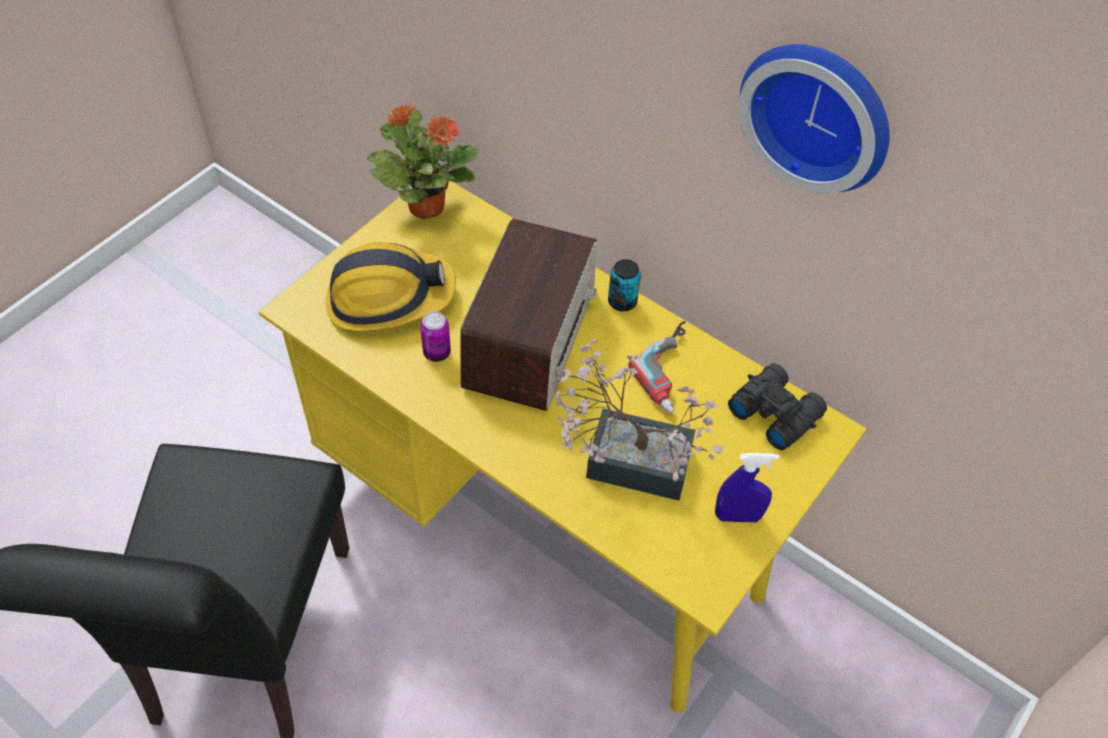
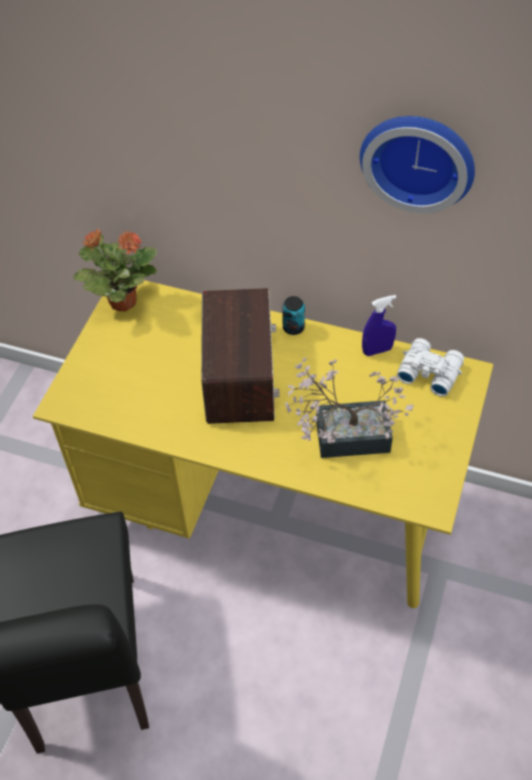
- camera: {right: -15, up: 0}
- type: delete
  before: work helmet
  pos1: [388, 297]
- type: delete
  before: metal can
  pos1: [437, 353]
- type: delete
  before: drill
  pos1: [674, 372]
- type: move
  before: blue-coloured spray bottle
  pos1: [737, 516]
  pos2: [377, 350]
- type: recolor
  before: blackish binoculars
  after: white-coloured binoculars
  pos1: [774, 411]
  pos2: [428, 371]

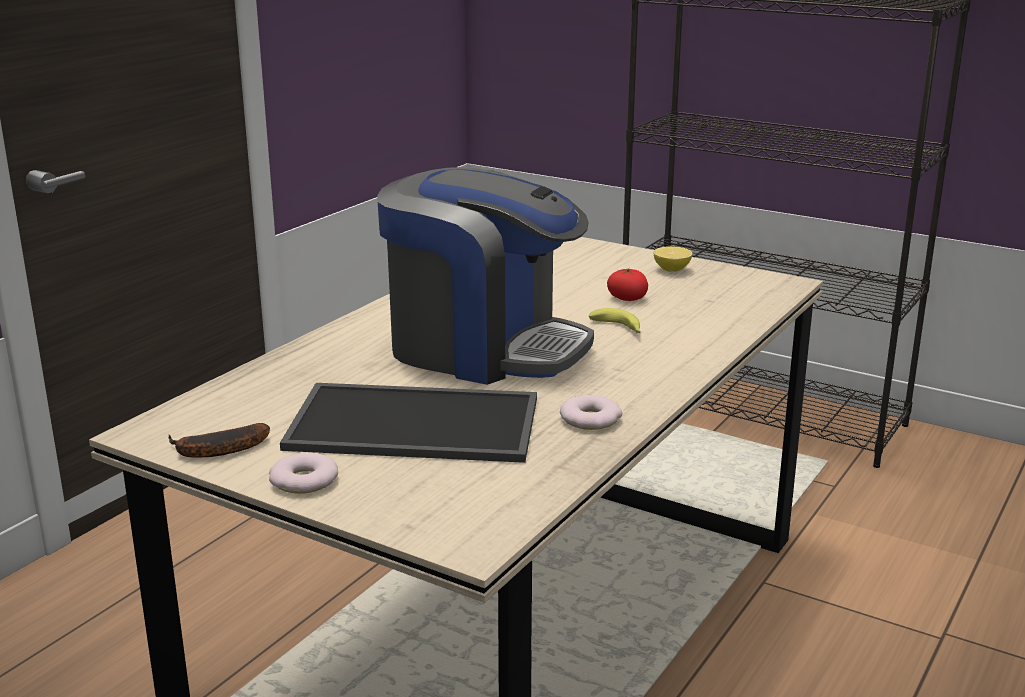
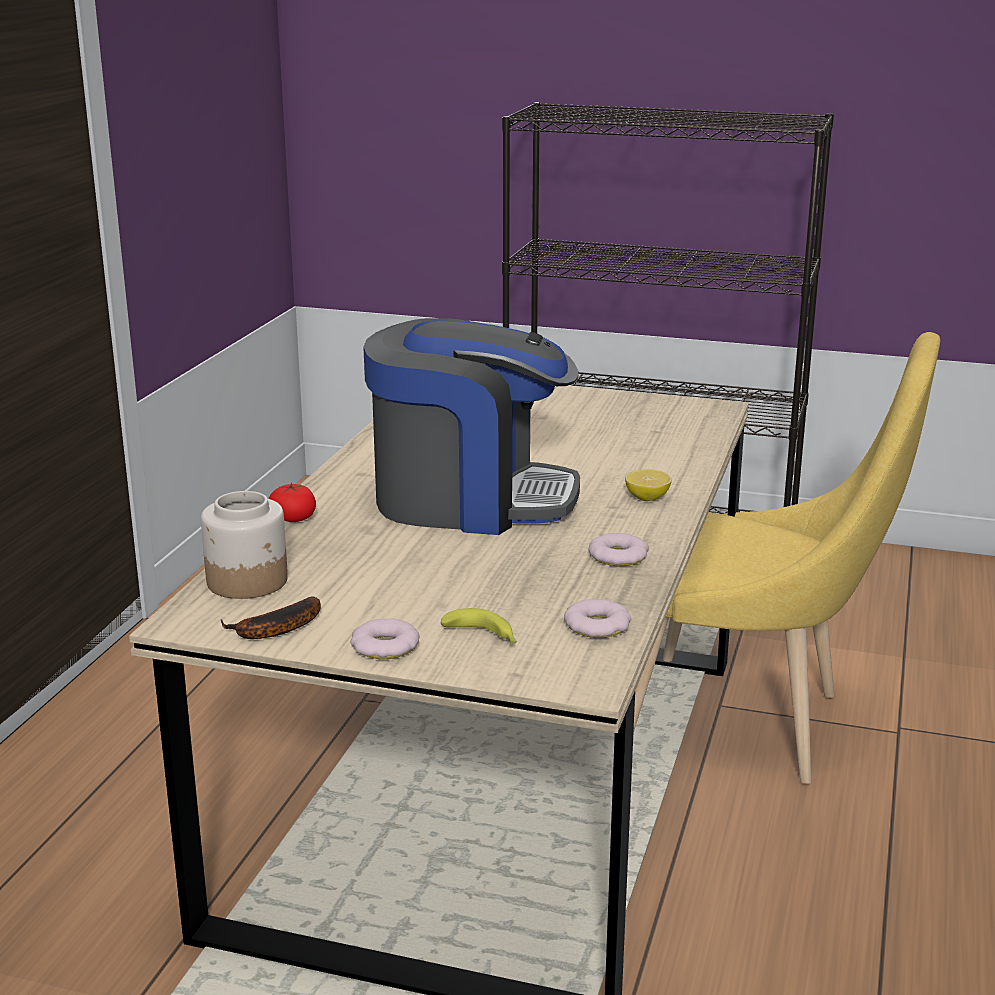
- camera: {right: -15, up: 0}
- type: delete
  before: serving tray
  pos1: [417, 422]
- type: insert
  after: storage jar
  pos2: [248, 581]
- type: insert
  after: donut
  pos2: [597, 625]
- type: insert
  after: yellow-coloured plain chair
  pos2: [748, 725]
- type: move
  before: whole banana
  pos1: [619, 329]
  pos2: [484, 636]
- type: move
  before: fresh tomato
  pos1: [627, 298]
  pos2: [293, 518]
- type: move
  before: whole lemon
  pos1: [672, 270]
  pos2: [647, 498]

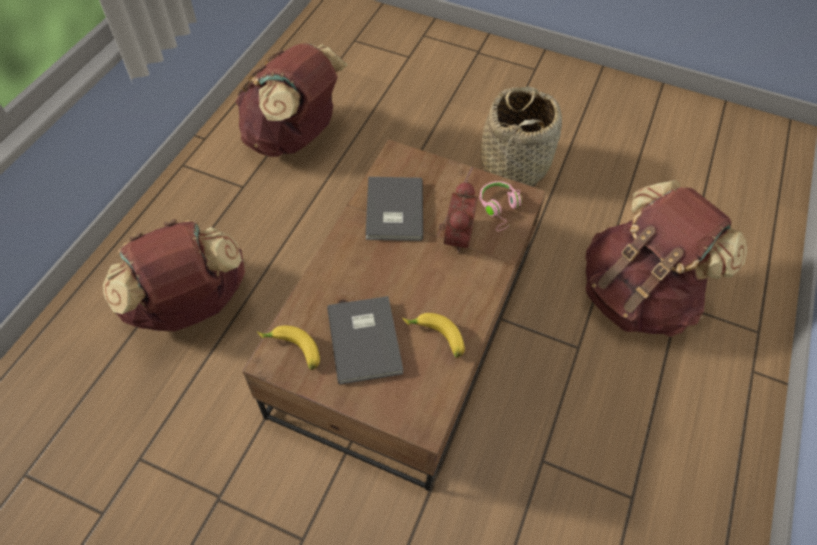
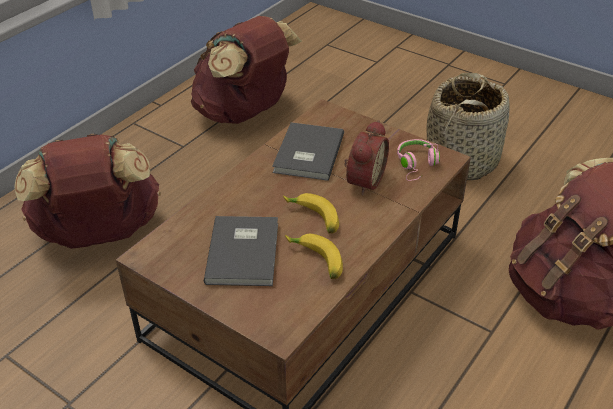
- camera: {right: 15, up: -15}
- type: move
  before: whole banana
  pos1: [291, 351]
  pos2: [312, 219]

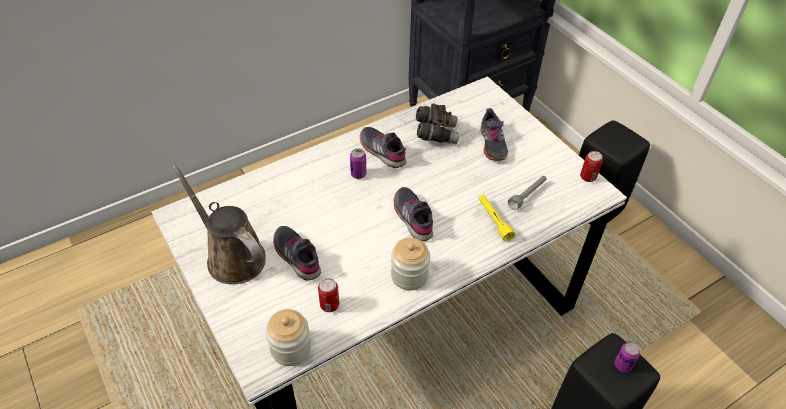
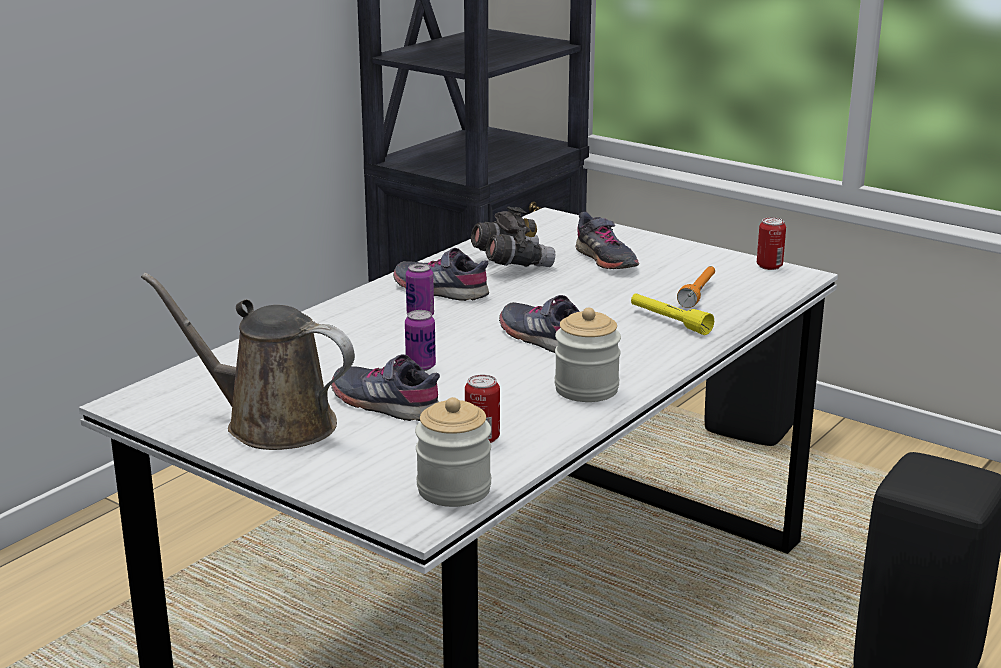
- camera: {right: -20, up: -25}
- type: move
  before: metal can
  pos1: [622, 365]
  pos2: [420, 366]
- type: recolor
  before: gray hand torch
  after: orange hand torch
  pos1: [527, 195]
  pos2: [698, 293]

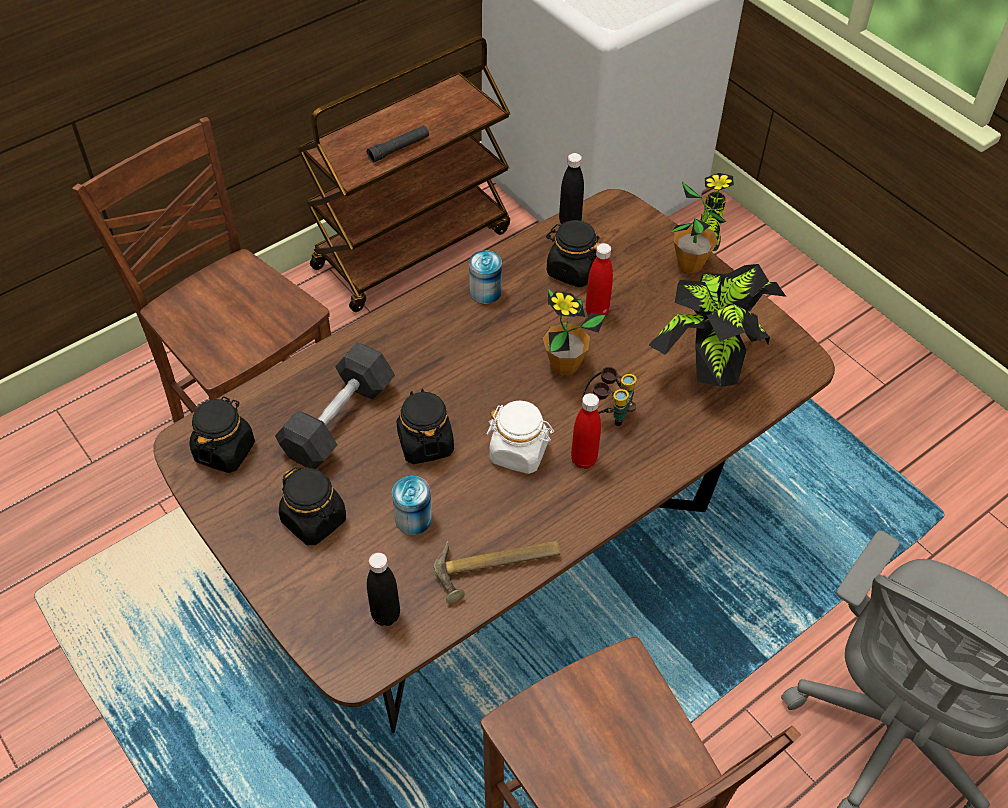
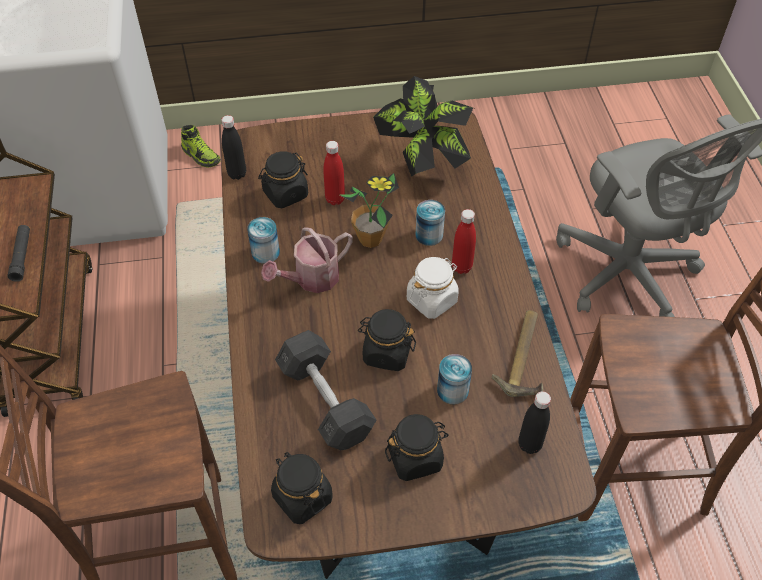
- camera: {right: -60, up: 0}
- type: delete
  before: houseplant
  pos1: [690, 264]
- type: insert
  after: watering pot
  pos2: [311, 279]
- type: replace
  before: binoculars
  after: metal can
  pos1: [608, 412]
  pos2: [429, 235]

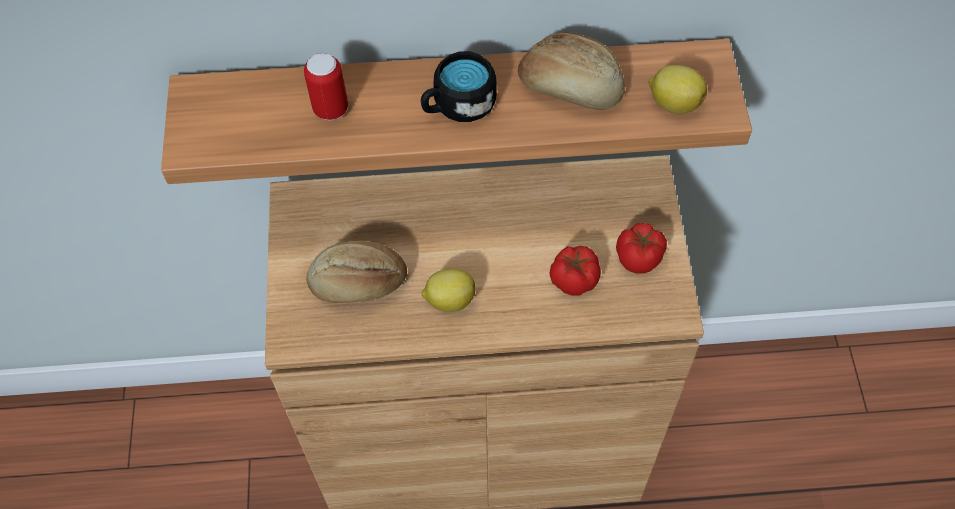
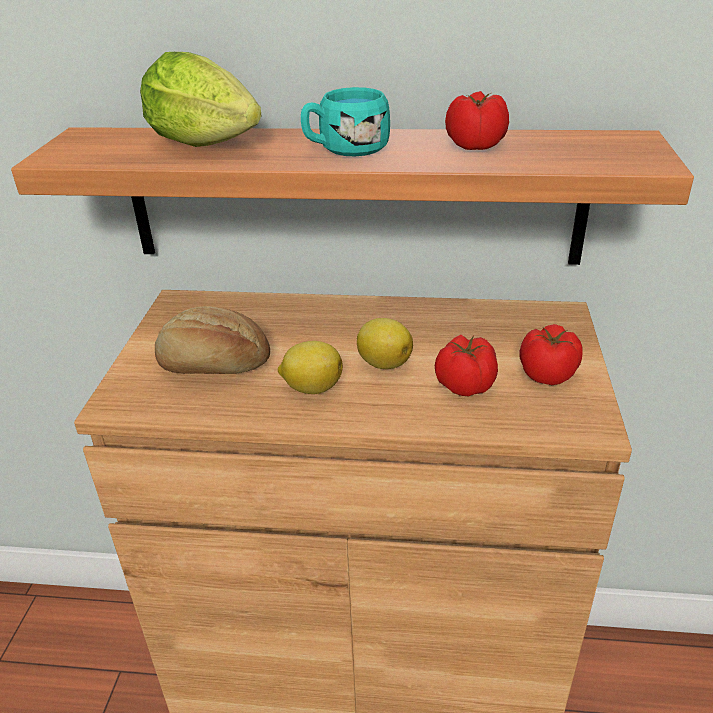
- camera: {right: 10, up: -25}
- type: move
  before: whole lemon
  pos1: [674, 103]
  pos2: [383, 363]
- type: replace
  before: metal can
  after: head of lettuce
  pos1: [331, 109]
  pos2: [210, 146]
- type: replace
  before: baked bread
  after: fresh tomato
  pos1: [570, 88]
  pos2: [474, 145]
- type: recolor
  before: blackish coffee mug
  after: turquoise coffee mug
  pos1: [457, 106]
  pos2: [345, 149]

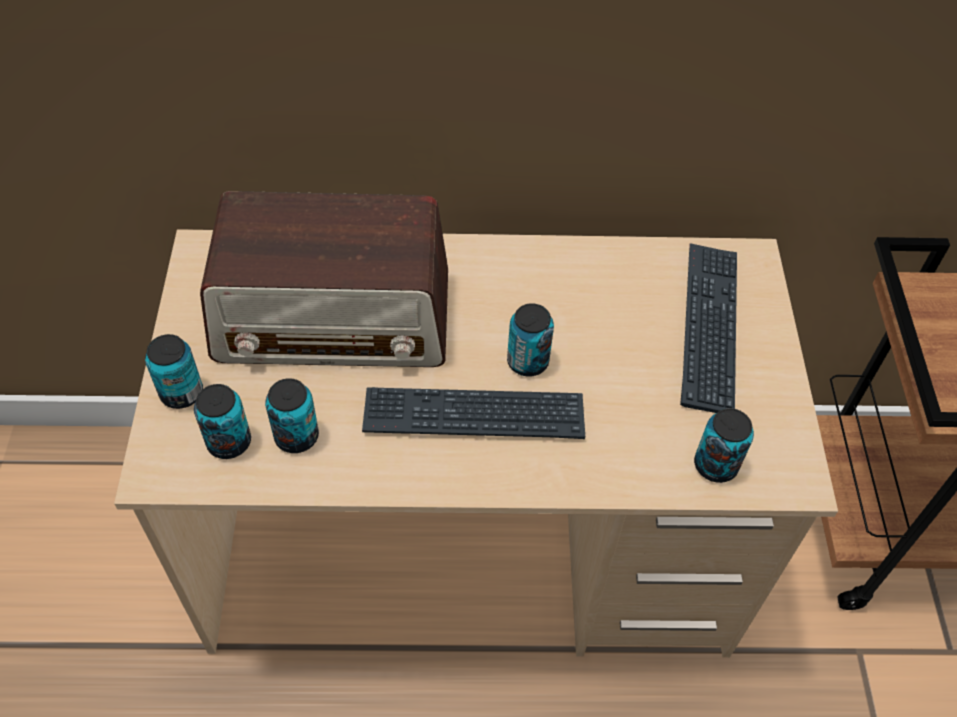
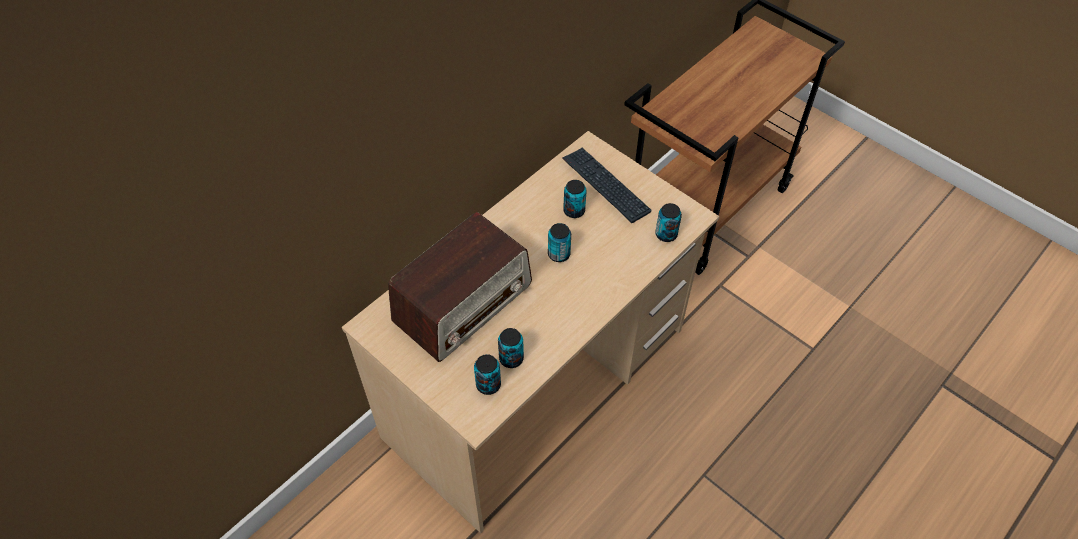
- camera: {right: -45, up: 0}
- type: delete
  before: keyboard
  pos1: [474, 416]
- type: move
  before: metal can
  pos1: [182, 393]
  pos2: [574, 211]

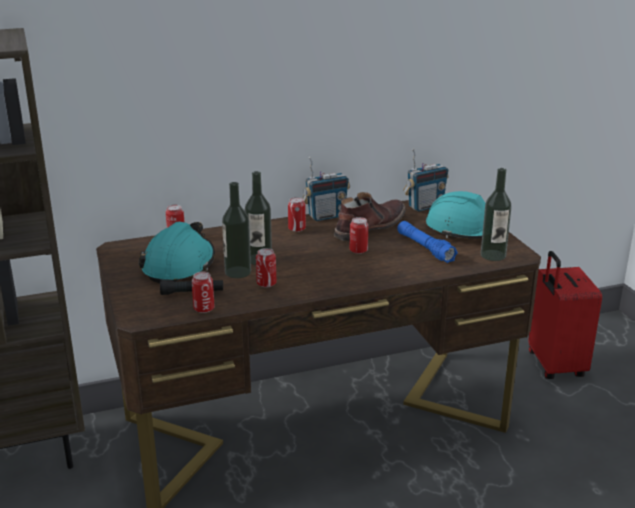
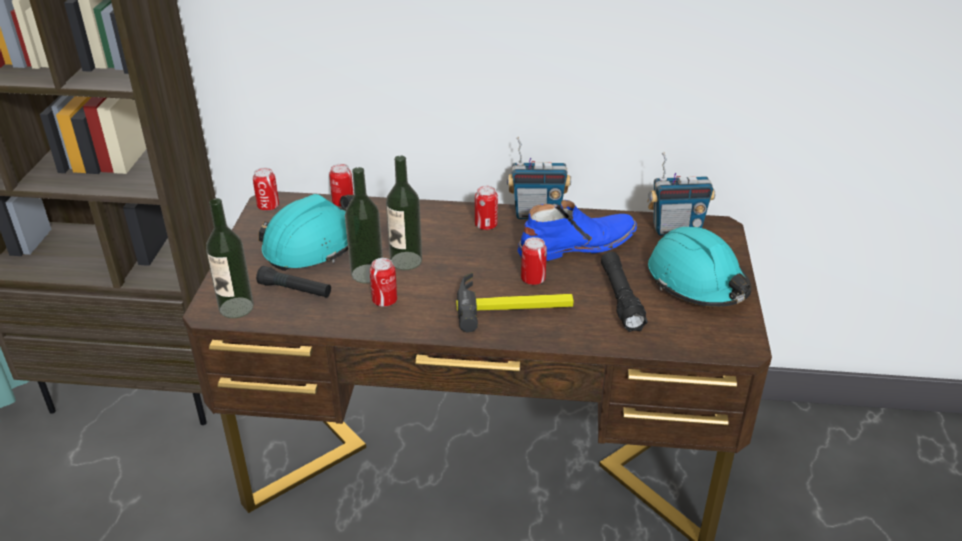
- camera: {right: 25, up: 10}
- type: delete
  before: red-coloured piece of luggage
  pos1: [554, 365]
- type: insert
  after: hammer
  pos2: [514, 306]
- type: move
  before: metal can
  pos1: [204, 309]
  pos2: [268, 206]
- type: move
  before: drink bottle
  pos1: [493, 255]
  pos2: [236, 307]
- type: recolor
  before: brown high-top boot
  after: blue-coloured high-top boot
  pos1: [369, 227]
  pos2: [576, 245]
- type: recolor
  before: blue-coloured hand torch
  after: blackish hand torch
  pos1: [425, 248]
  pos2: [620, 298]

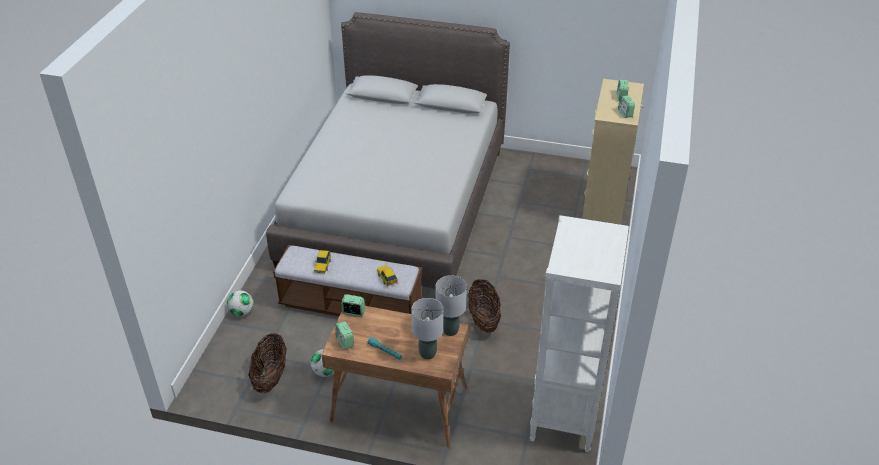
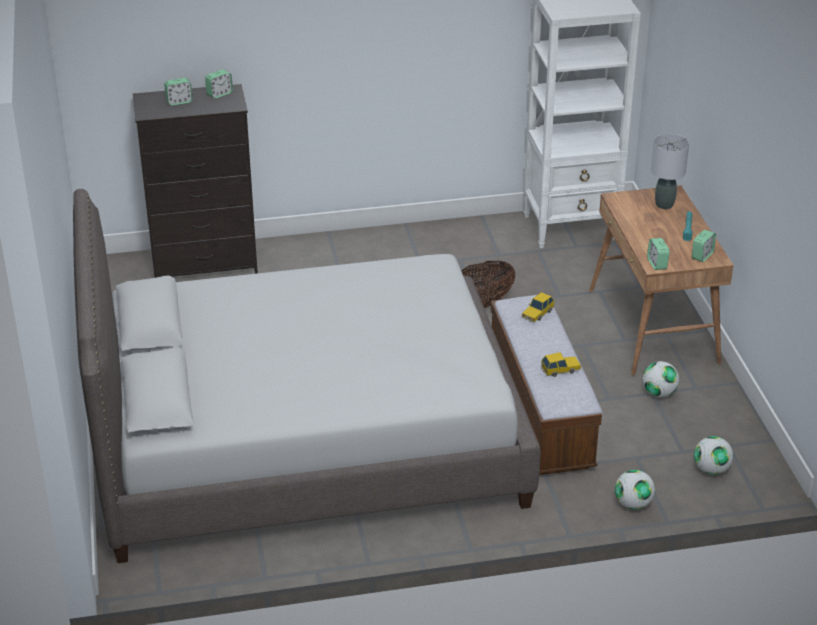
- camera: {right: -115, up: -5}
- type: delete
  before: storage basket
  pos1: [270, 377]
- type: delete
  before: gray table lamp
  pos1: [450, 331]
- type: insert
  after: football
  pos2: [711, 470]
- type: recolor
  before: beige-coloured chest of drawers
  after: blackish chest of drawers
  pos1: [602, 211]
  pos2: [205, 265]

